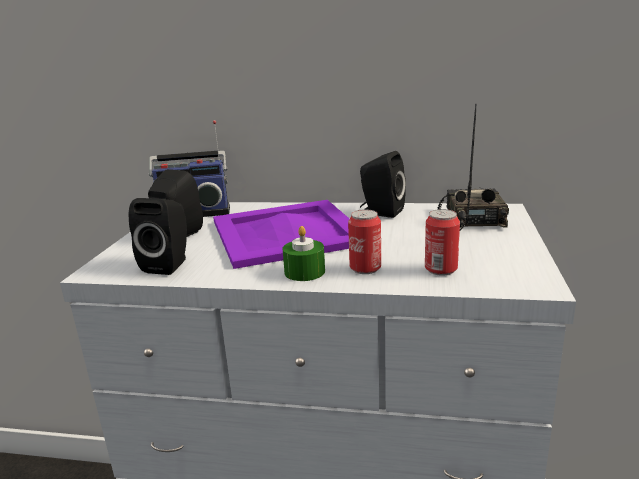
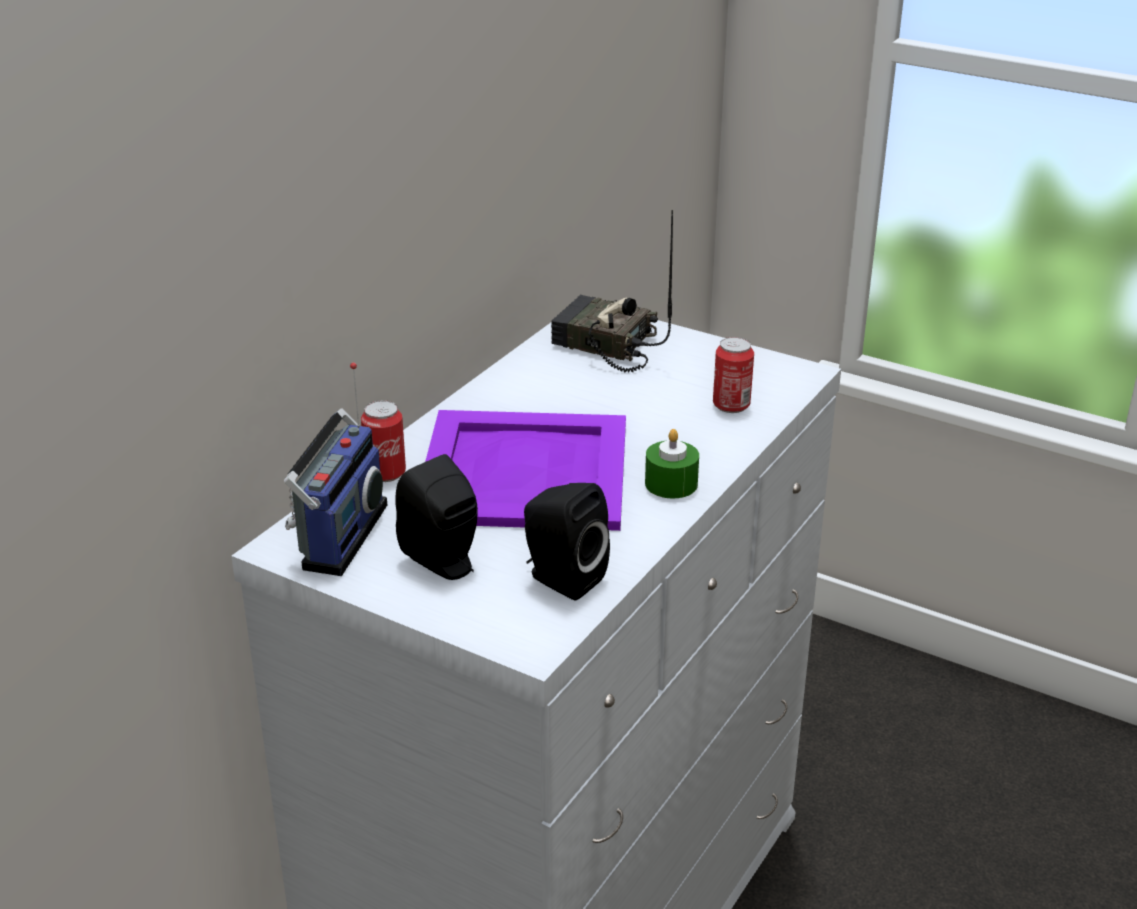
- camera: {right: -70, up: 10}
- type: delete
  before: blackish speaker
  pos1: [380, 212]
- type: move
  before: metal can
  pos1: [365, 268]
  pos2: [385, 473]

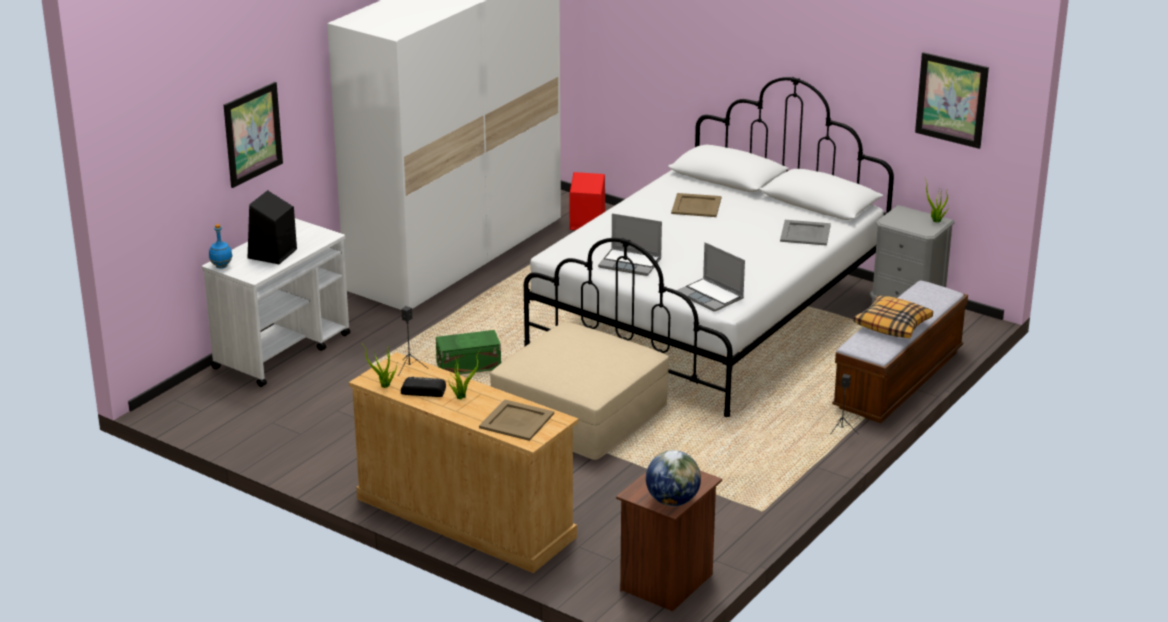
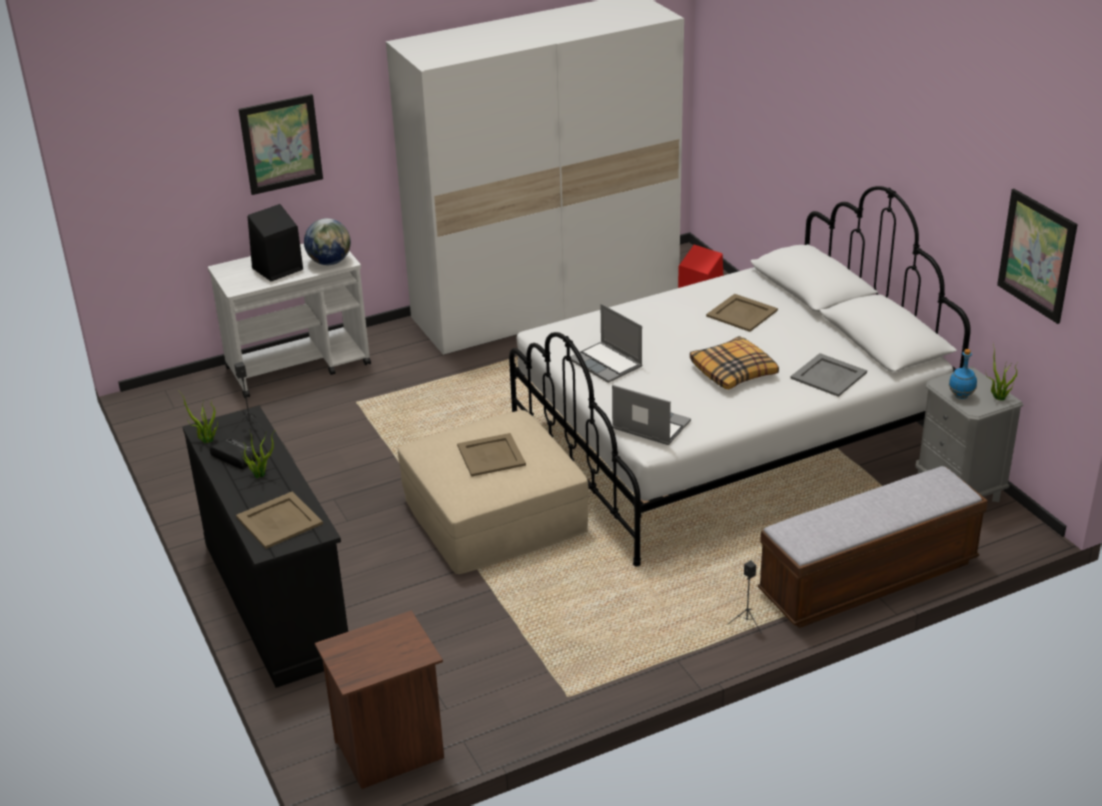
- camera: {right: 30, up: 5}
- type: delete
  before: greenish storage container
  pos1: [467, 366]
- type: insert
  after: beige-coloured serving tray
  pos2: [490, 455]
- type: move
  before: blue-coloured drink bottle
  pos1: [221, 266]
  pos2: [960, 396]
- type: move
  before: desk globe
  pos1: [672, 501]
  pos2: [330, 262]
- type: move
  before: cushion
  pos1: [893, 325]
  pos2: [734, 372]
- type: recolor
  before: beige-coloured chest of drawers
  after: blackish chest of drawers
  pos1: [464, 517]
  pos2: [276, 599]
- type: rotate
  before: portable computer
  pos1: [711, 296]
  pos2: [649, 426]
  turn: 135

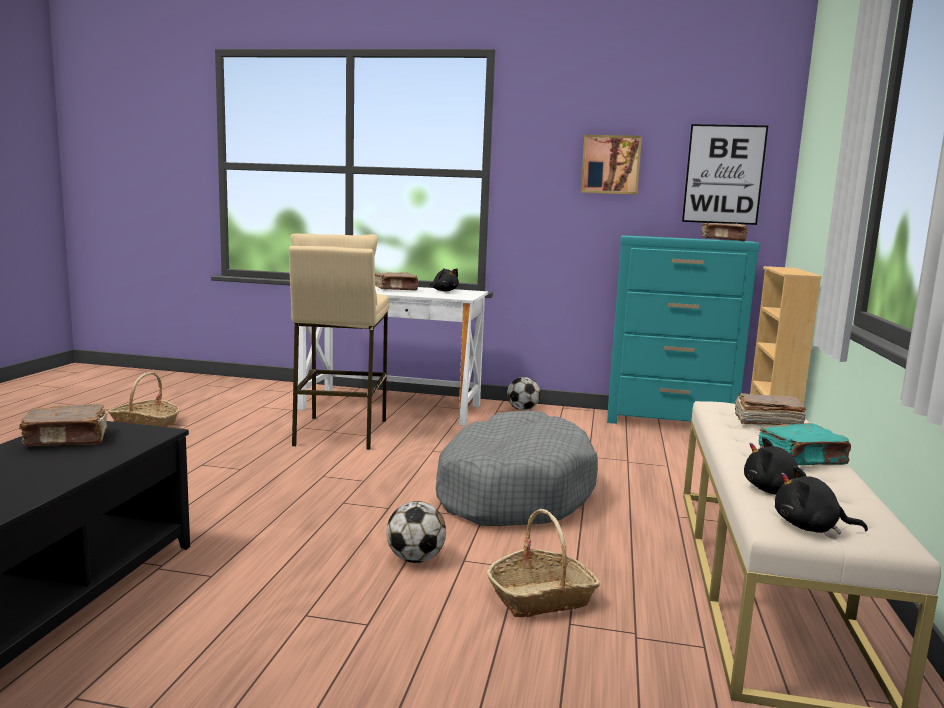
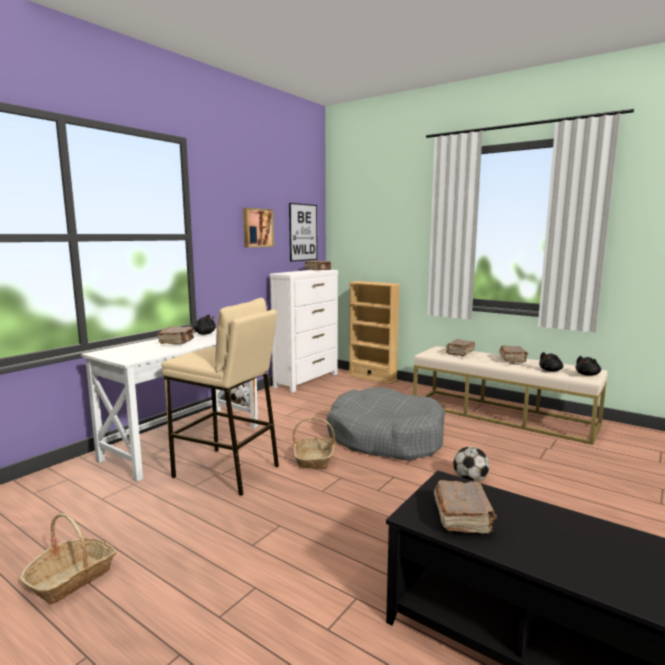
- camera: {right: -65, up: 0}
- type: move
  before: storage basket
  pos1: [541, 598]
  pos2: [315, 459]
- type: recolor
  before: turquoise chest of drawers
  after: white-coloured chest of drawers
  pos1: [670, 423]
  pos2: [307, 380]
- type: recolor
  before: turquoise bound book
  after: brown bound book
  pos1: [802, 459]
  pos2: [512, 359]

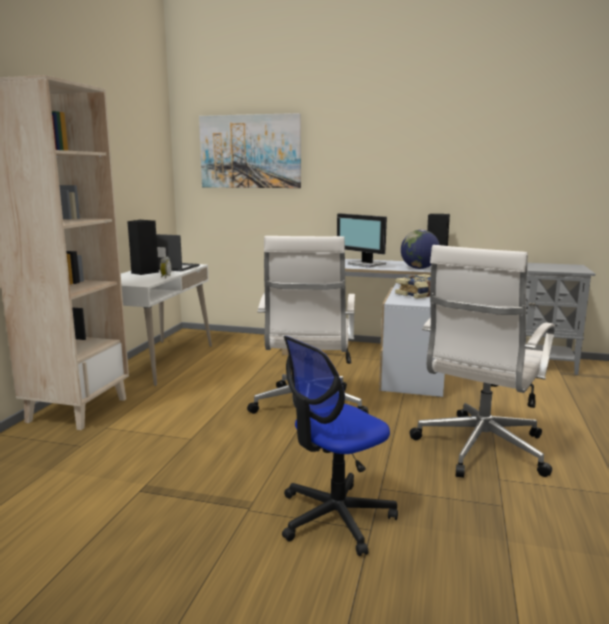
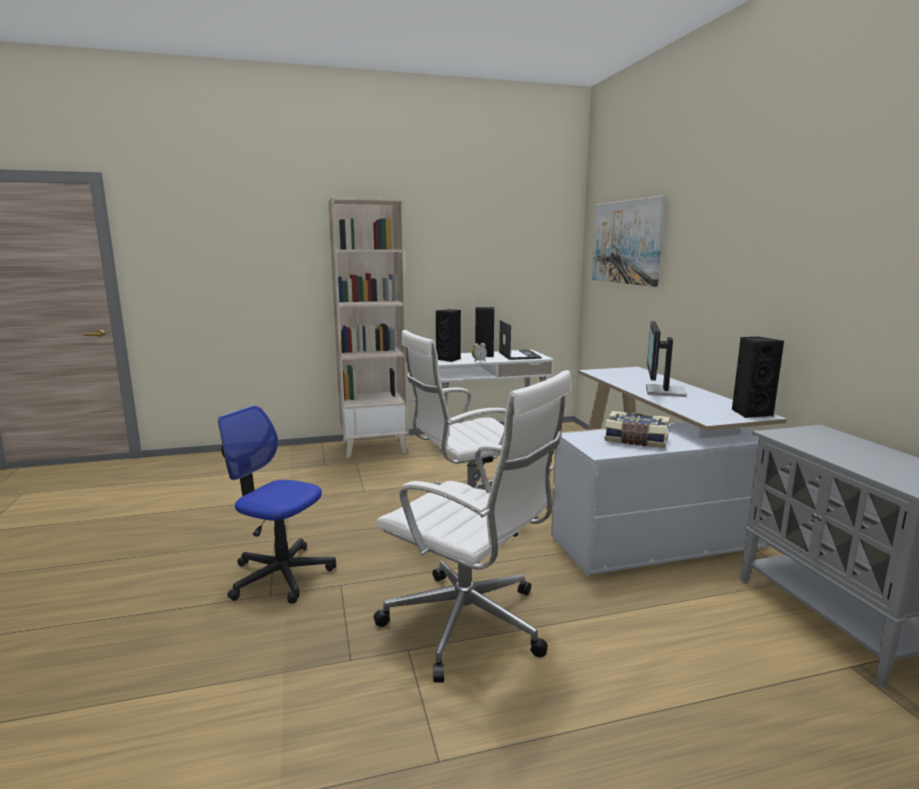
- camera: {right: 60, up: 0}
- type: delete
  before: desk globe
  pos1: [419, 268]
- type: insert
  after: blackish speaker
  pos2: [449, 359]
- type: rotate
  before: white-coloured computer chair
  pos1: [479, 449]
  pos2: [470, 626]
  turn: -150

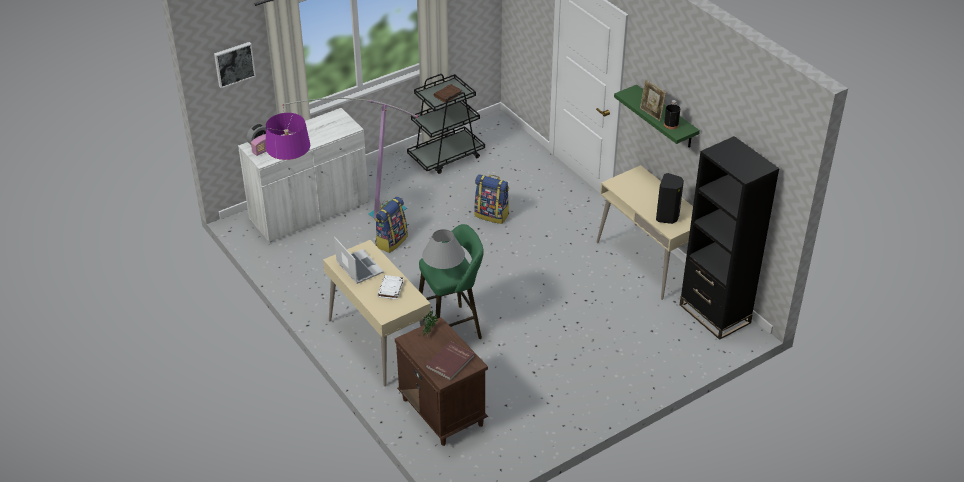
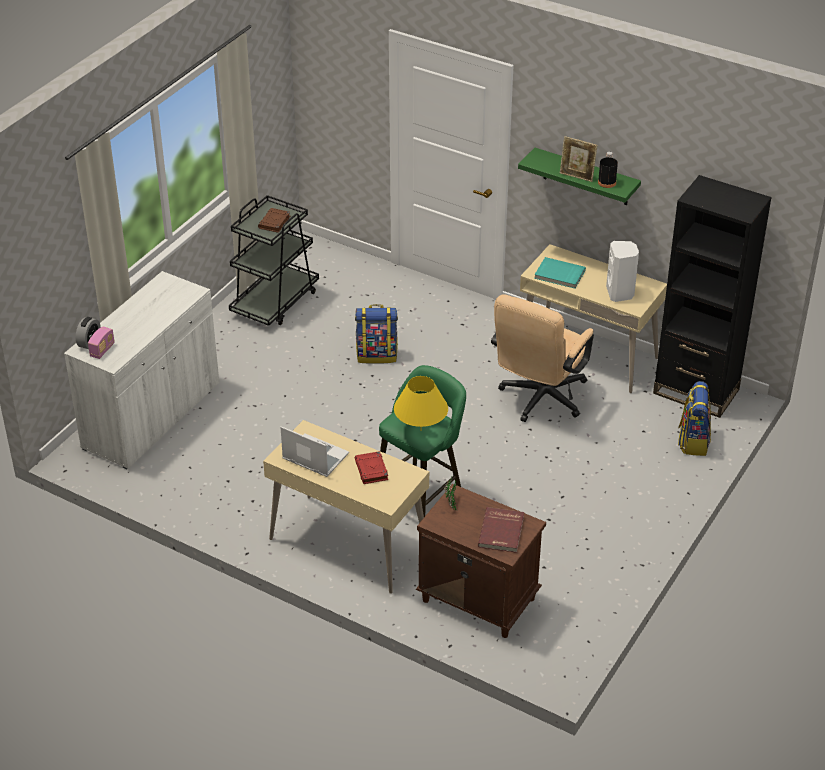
- camera: {right: -25, up: 0}
- type: delete
  before: wall picture
  pos1: [234, 64]
- type: delete
  before: floor lamp
  pos1: [341, 239]
- type: insert
  after: beige-coloured computer chair
  pos2: [539, 400]
- type: insert
  after: turquoise bound book
  pos2: [559, 275]
- type: move
  before: knapsack
  pos1: [391, 241]
  pos2: [693, 441]
- type: recolor
  before: white-coloured bound book
  after: red-coloured bound book
  pos1: [391, 289]
  pos2: [371, 470]
- type: recolor
  before: gray table lamp
  after: yellow-coloured table lamp
  pos1: [444, 272]
  pos2: [420, 430]
- type: recolor
  before: blackish speaker
  after: white-coloured speaker
  pos1: [668, 217]
  pos2: [620, 293]

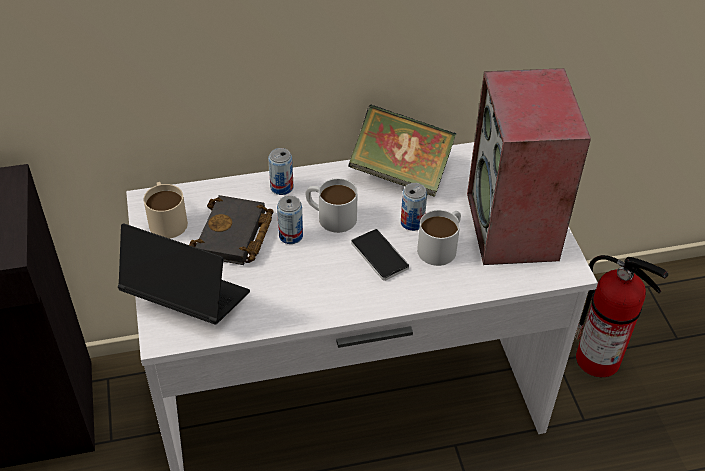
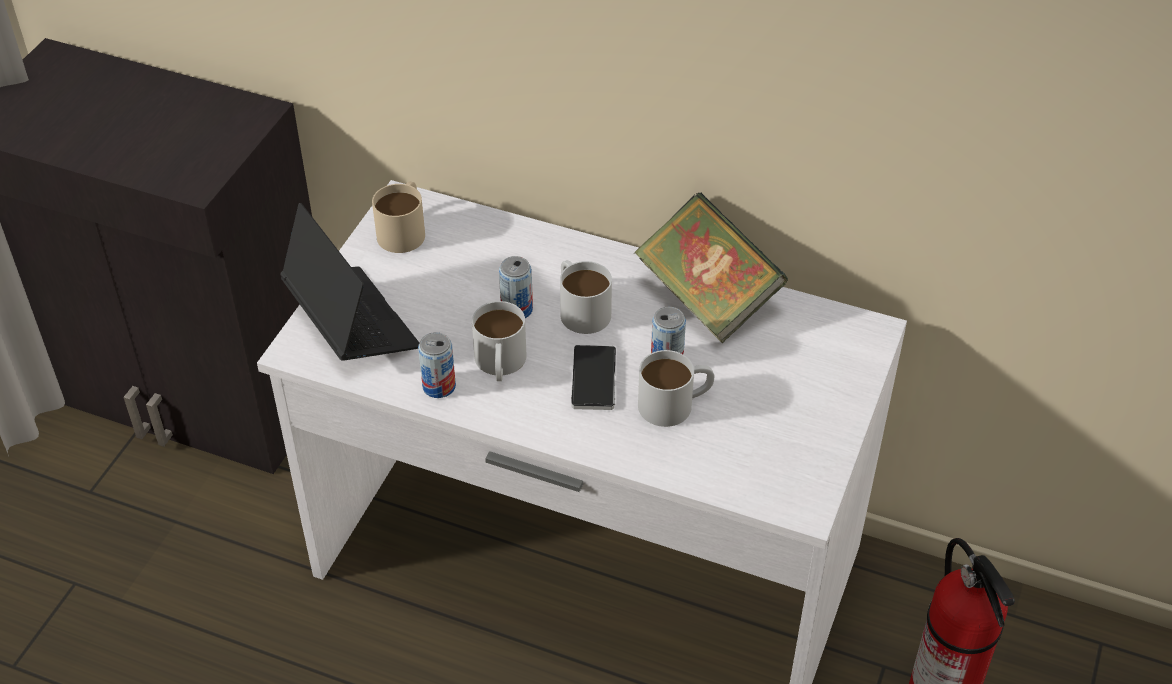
- camera: {right: 35, up: 0}
- type: delete
  before: blackish bound book
  pos1: [234, 237]
- type: delete
  before: speaker
  pos1: [513, 227]
- type: insert
  after: white-coloured coffee mug
  pos2: [500, 364]
- type: move
  before: metal can
  pos1: [282, 187]
  pos2: [439, 386]

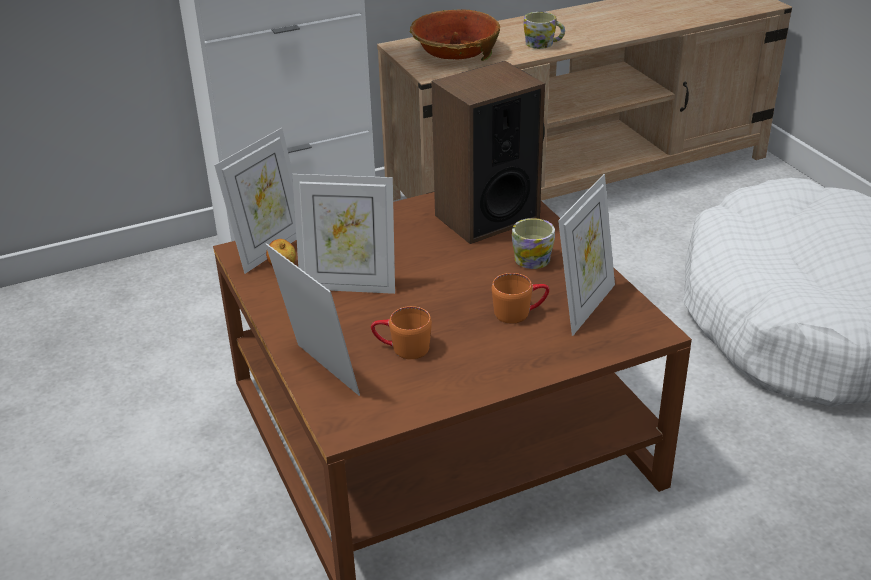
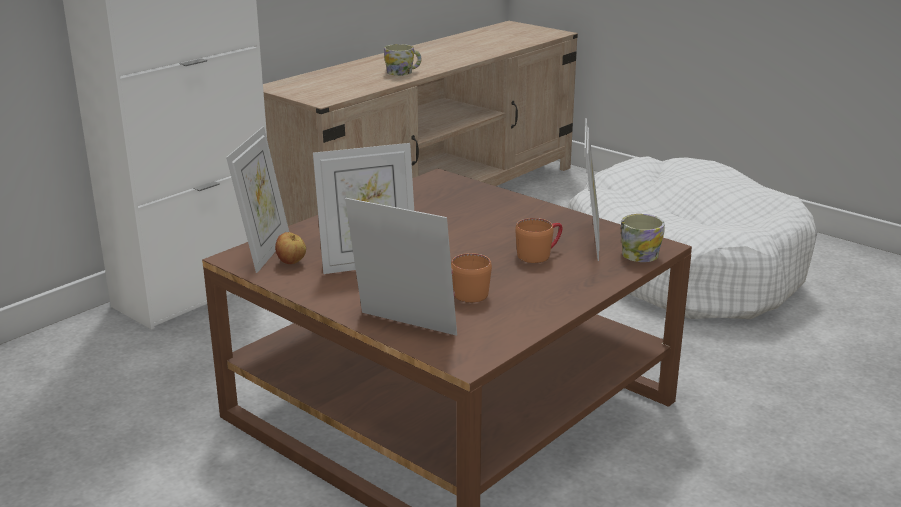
- camera: {right: -25, up: -10}
- type: delete
  before: serving bowl
  pos1: [455, 52]
- type: delete
  before: speaker
  pos1: [486, 217]
- type: move
  before: coffee mug
  pos1: [533, 257]
  pos2: [638, 253]

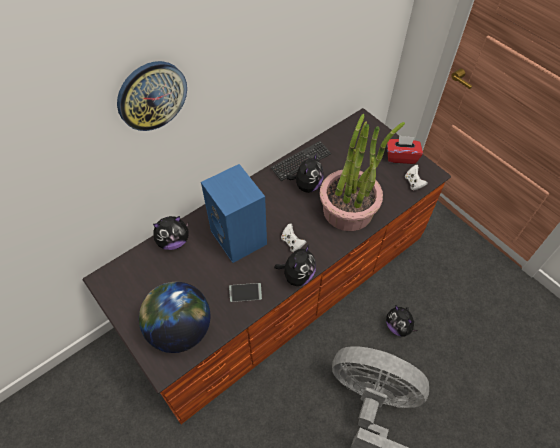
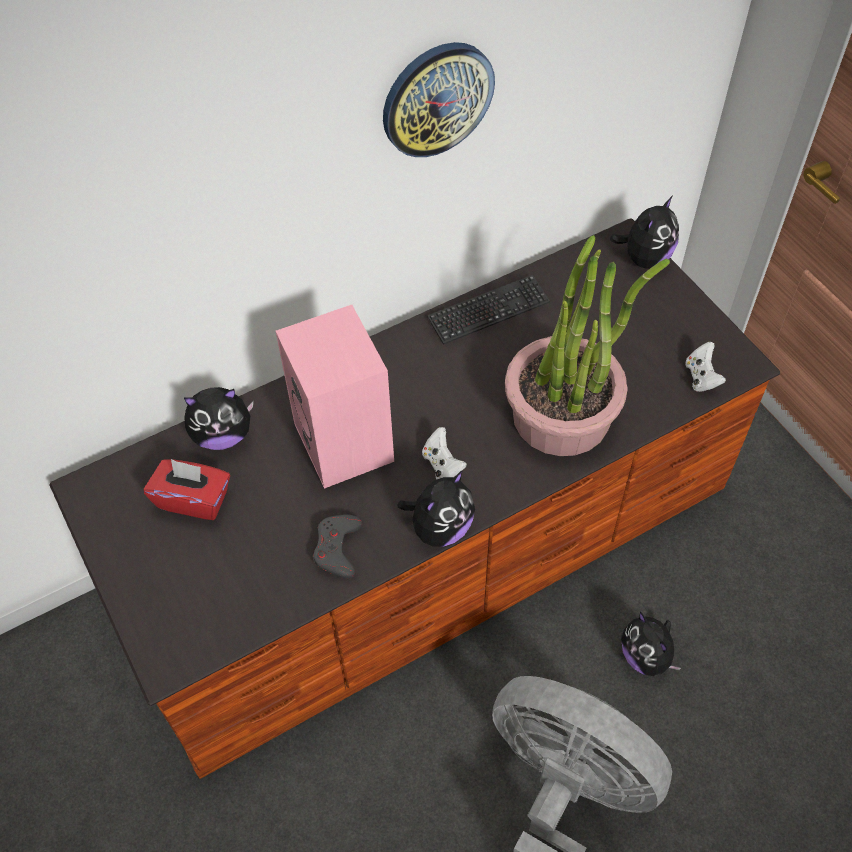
- camera: {right: 10, up: 0}
- type: delete
  before: desk globe
  pos1: [180, 330]
- type: move
  before: hanging clock
  pos1: [151, 95]
  pos2: [437, 99]
- type: move
  before: plush toy
  pos1: [307, 186]
  pos2: [645, 258]
- type: move
  before: red-coloured tissue holder
  pos1: [401, 157]
  pos2: [194, 499]
- type: replace
  before: telephone
  after: gray joypad
  pos1: [245, 294]
  pos2: [337, 548]
- type: recolor
  before: blue-coloured speaker
  after: pink speaker
  pos1: [240, 238]
  pos2: [346, 443]

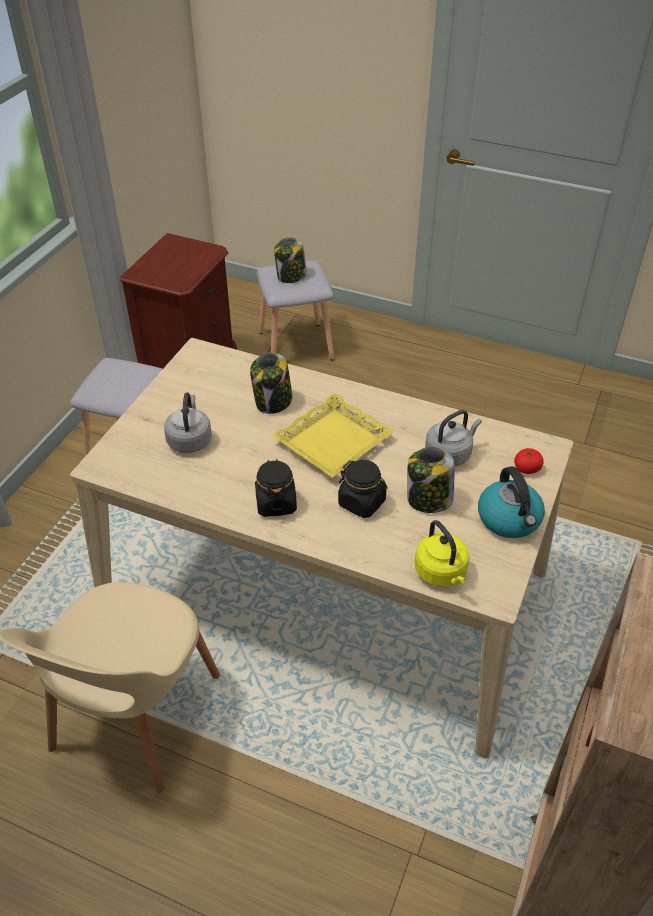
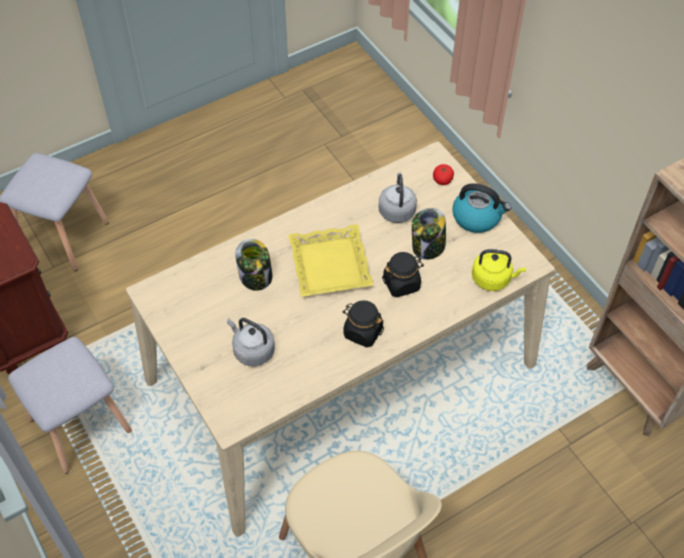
- camera: {right: -55, up: 10}
- type: delete
  before: storage jar
  pos1: [291, 277]

